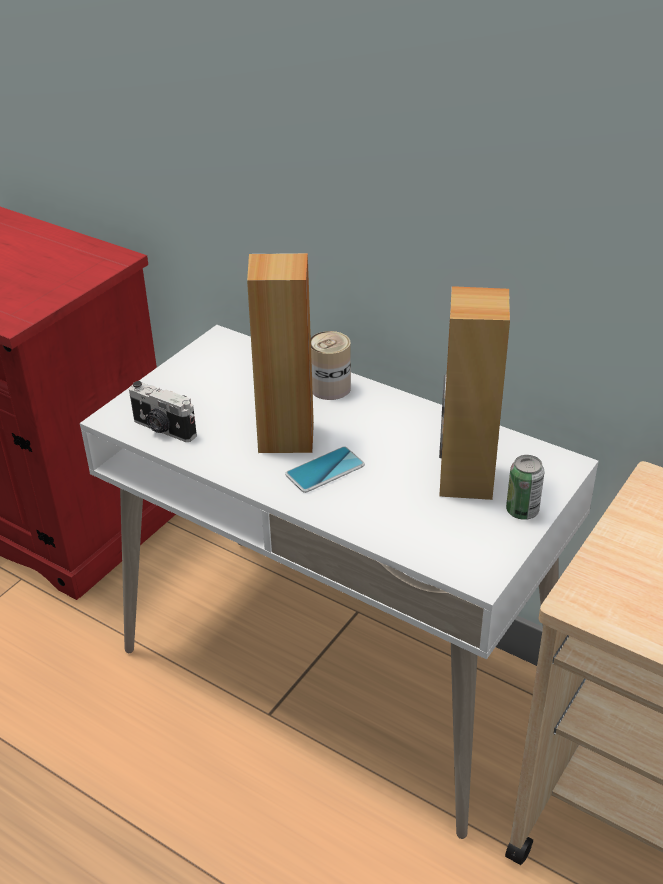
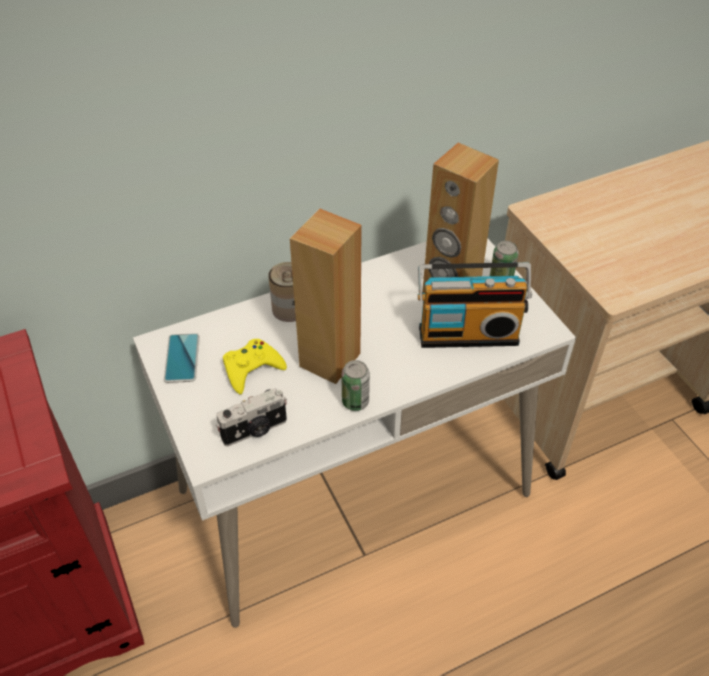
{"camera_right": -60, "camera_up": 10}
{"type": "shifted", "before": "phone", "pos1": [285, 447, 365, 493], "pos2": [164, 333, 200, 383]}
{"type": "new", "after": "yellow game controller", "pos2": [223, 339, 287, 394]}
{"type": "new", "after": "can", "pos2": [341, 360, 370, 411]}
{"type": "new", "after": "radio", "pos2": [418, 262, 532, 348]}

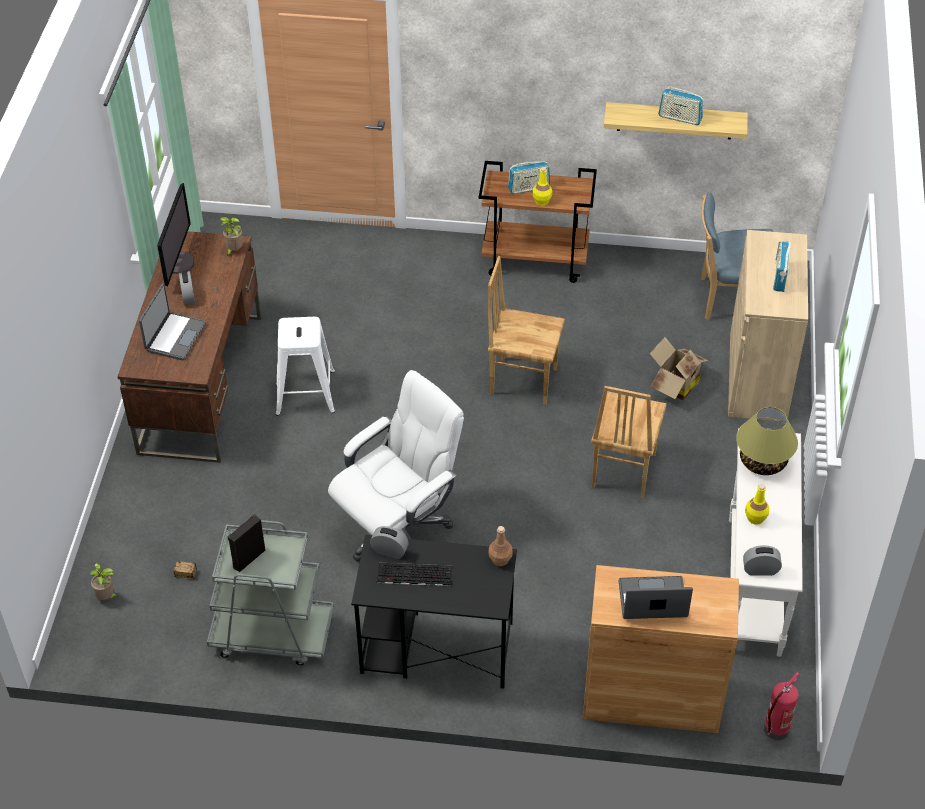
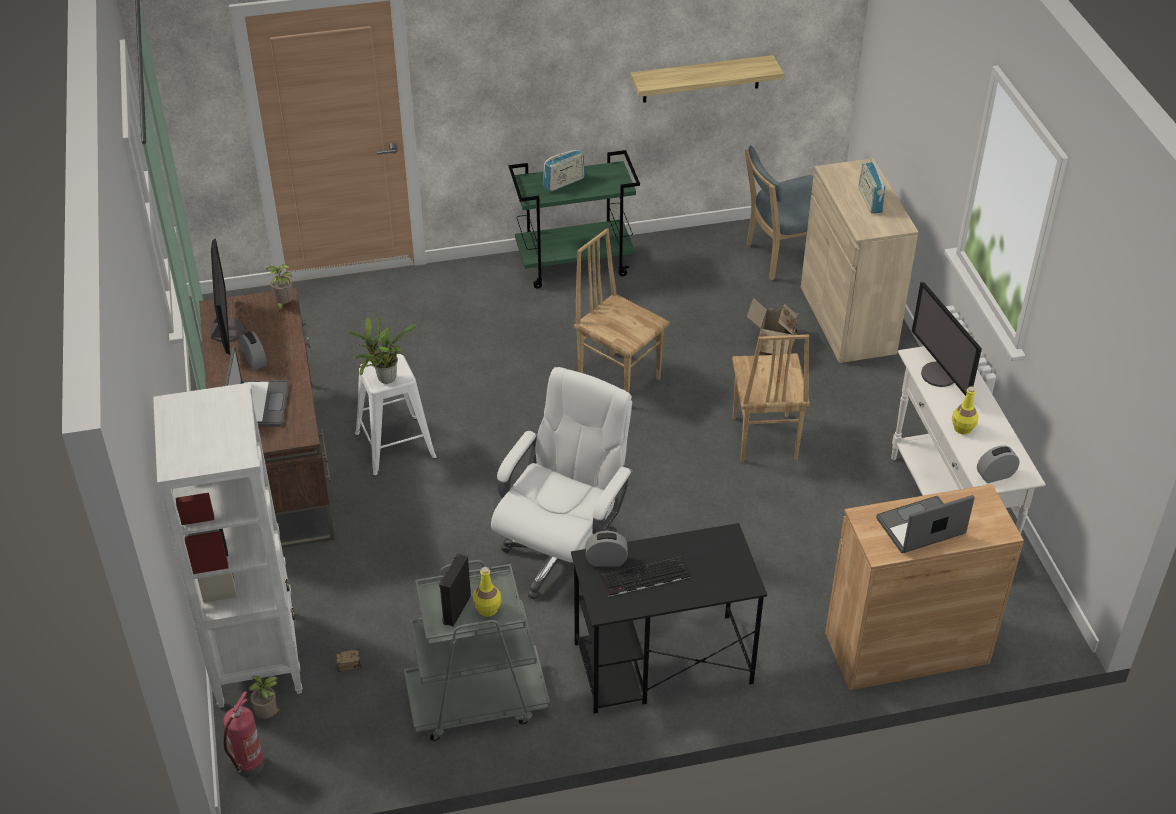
{"camera_right": -20, "camera_up": -5}
{"type": "repainted", "before": "brown cart", "after": "green cart", "pos1": [479, 161, 597, 283], "pos2": [509, 150, 640, 289]}
{"type": "rotated", "before": "brown chair", "pos1": [488, 256, 565, 405], "pos2": [574, 228, 670, 393], "turn": 45}
{"type": "gone", "before": "brown bottle", "pos1": [489, 526, 513, 566]}
{"type": "shifted", "before": "yellow bottle", "pos1": [532, 167, 552, 205], "pos2": [473, 567, 501, 617]}
{"type": "gone", "before": "radio", "pos1": [658, 86, 704, 125]}
{"type": "swapped", "before": "table lamp", "after": "monitor", "pos1": [736, 407, 798, 475], "pos2": [912, 282, 982, 396]}
{"type": "shifted", "before": "fire extinguisher", "pos1": [764, 672, 800, 740], "pos2": [223, 691, 265, 777]}
{"type": "new", "after": "white bookcase", "pos2": [153, 382, 303, 708]}
{"type": "new", "after": "potted plant", "pos2": [348, 316, 417, 384]}

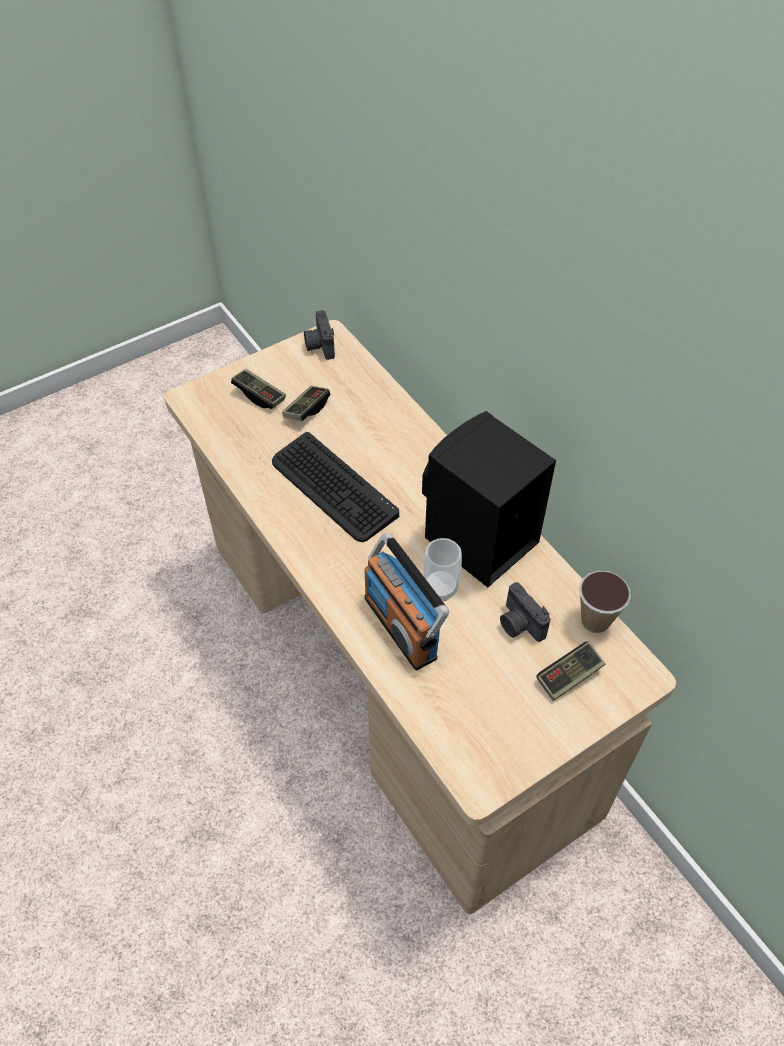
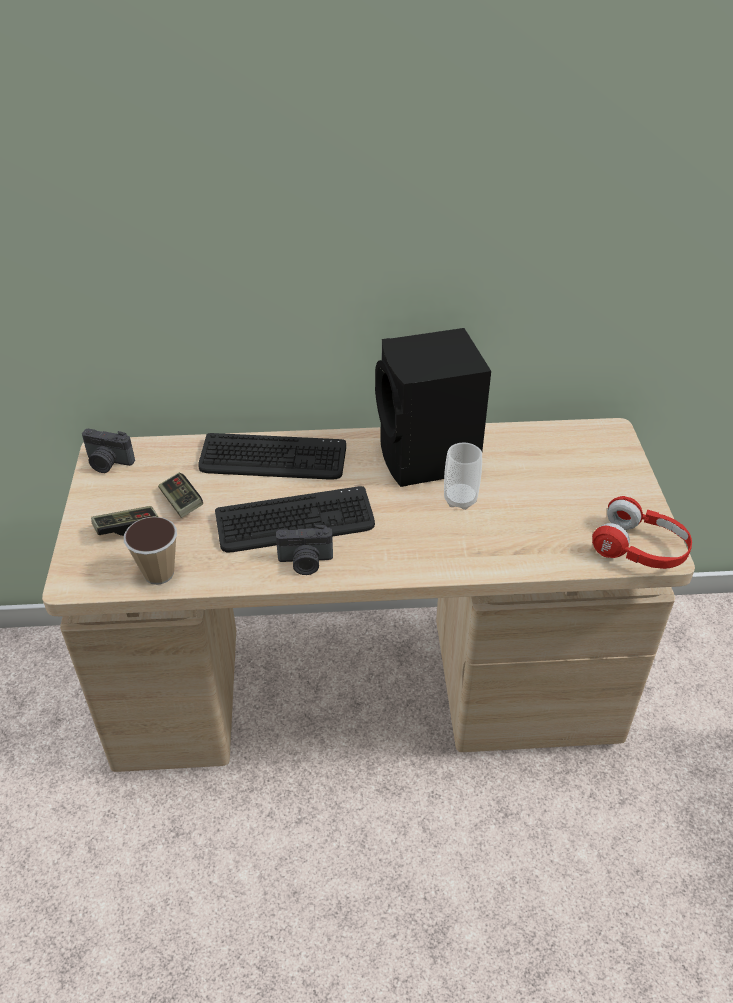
{"camera_right": -60, "camera_up": -10}
{"type": "gone", "before": "radio", "pos1": [364, 533, 449, 670]}
{"type": "shifted", "before": "photo camera", "pos1": [500, 582, 550, 642], "pos2": [276, 525, 333, 575]}
{"type": "gone", "before": "game controller", "pos1": [537, 642, 605, 701]}
{"type": "shifted", "before": "cup", "pos1": [579, 571, 631, 633], "pos2": [124, 517, 177, 585]}
{"type": "new", "after": "keyboard", "pos2": [199, 433, 346, 480]}
{"type": "new", "after": "red headphones", "pos2": [592, 496, 692, 569]}

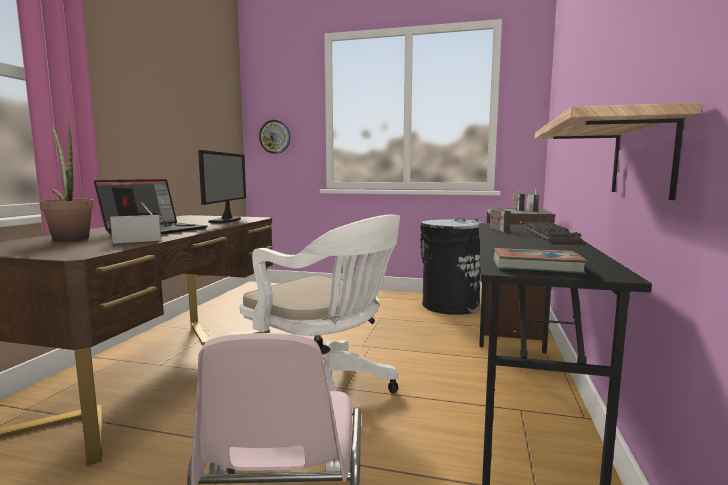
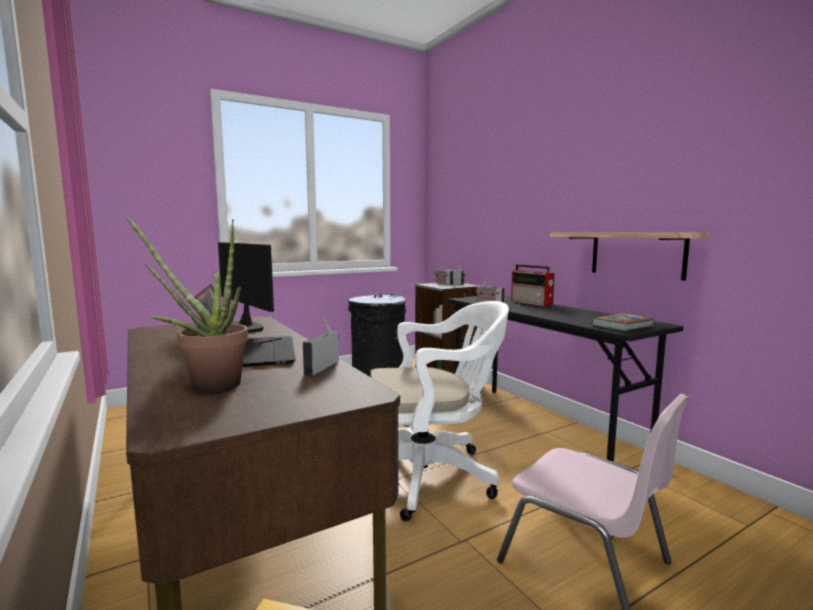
{"camera_right": -45, "camera_up": 0}
{"type": "gone", "before": "wall clock", "pos1": [259, 120, 290, 154]}
{"type": "swapped", "before": "keyboard", "after": "radio", "pos1": [523, 222, 583, 243], "pos2": [511, 264, 555, 307]}

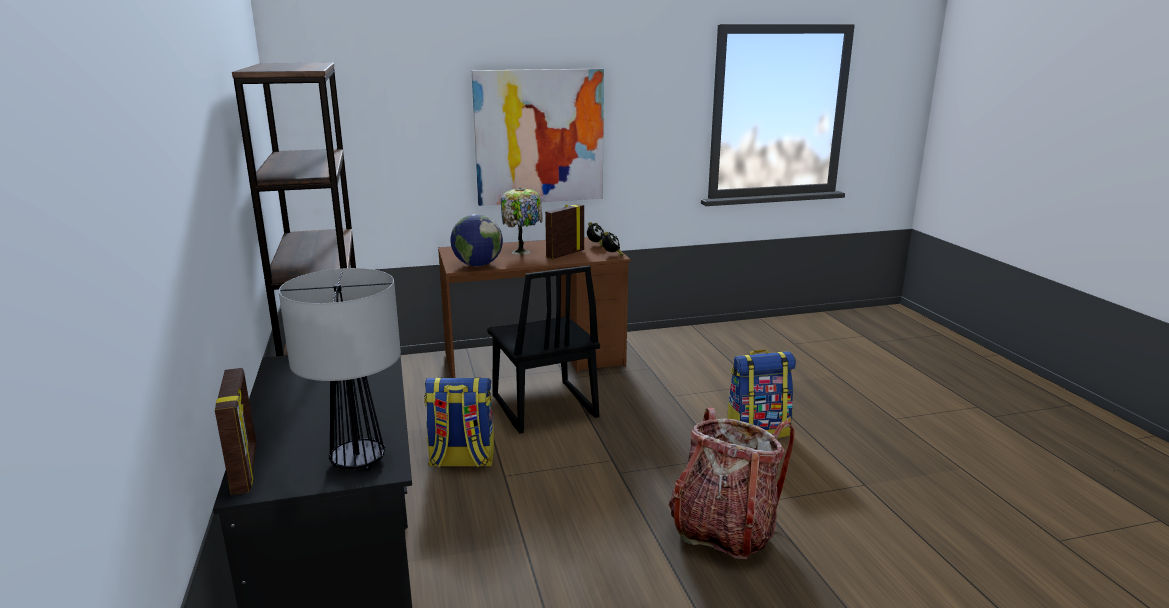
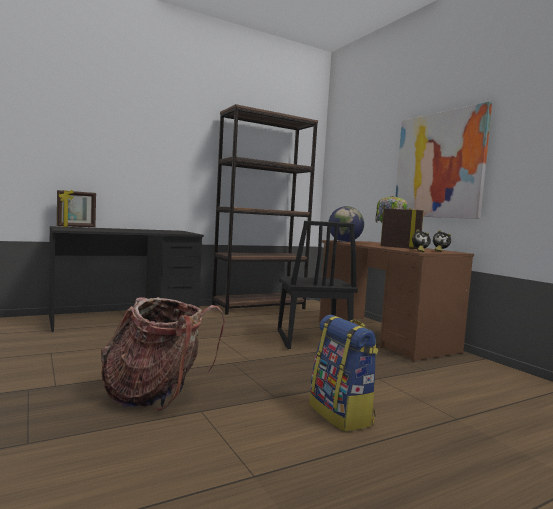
{"camera_right": 75, "camera_up": -15}
{"type": "gone", "before": "table lamp", "pos1": [278, 268, 401, 471]}
{"type": "gone", "before": "backpack", "pos1": [424, 377, 494, 467]}
{"type": "rotated", "before": "black chair", "pos1": [487, 266, 600, 434], "pos2": [278, 221, 358, 349], "turn": -60}

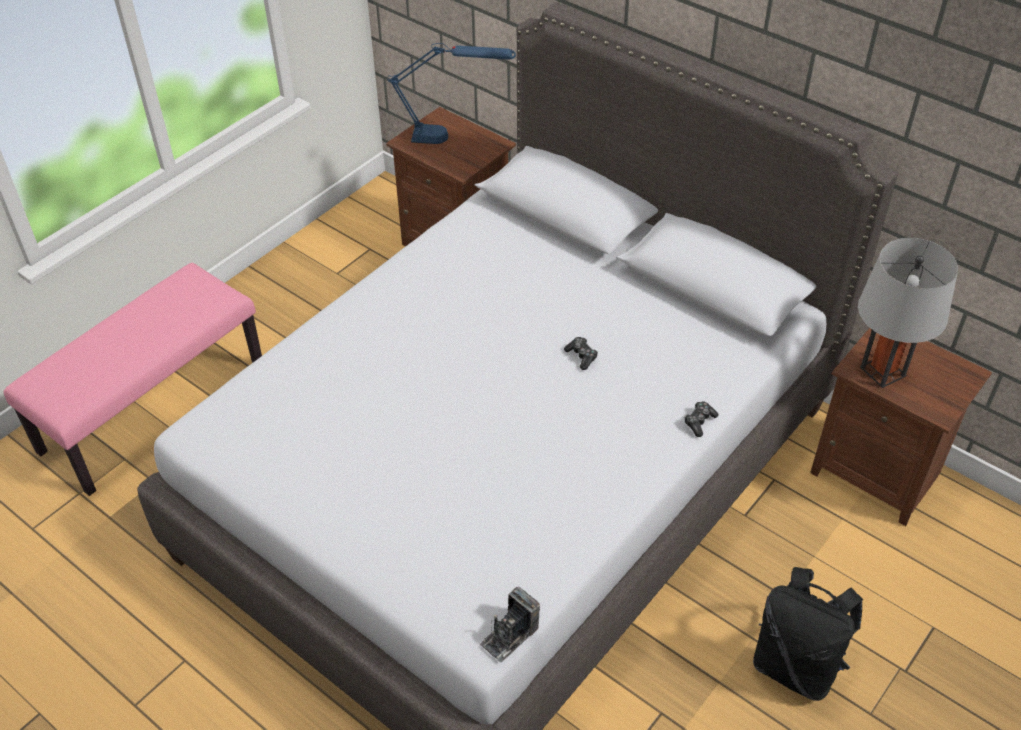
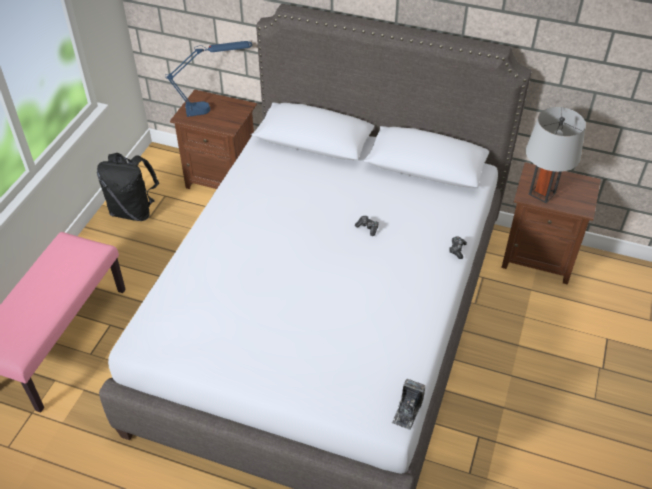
{"camera_right": -20, "camera_up": 0}
{"type": "shifted", "before": "black backpack", "pos1": [753, 567, 863, 701], "pos2": [97, 153, 159, 221]}

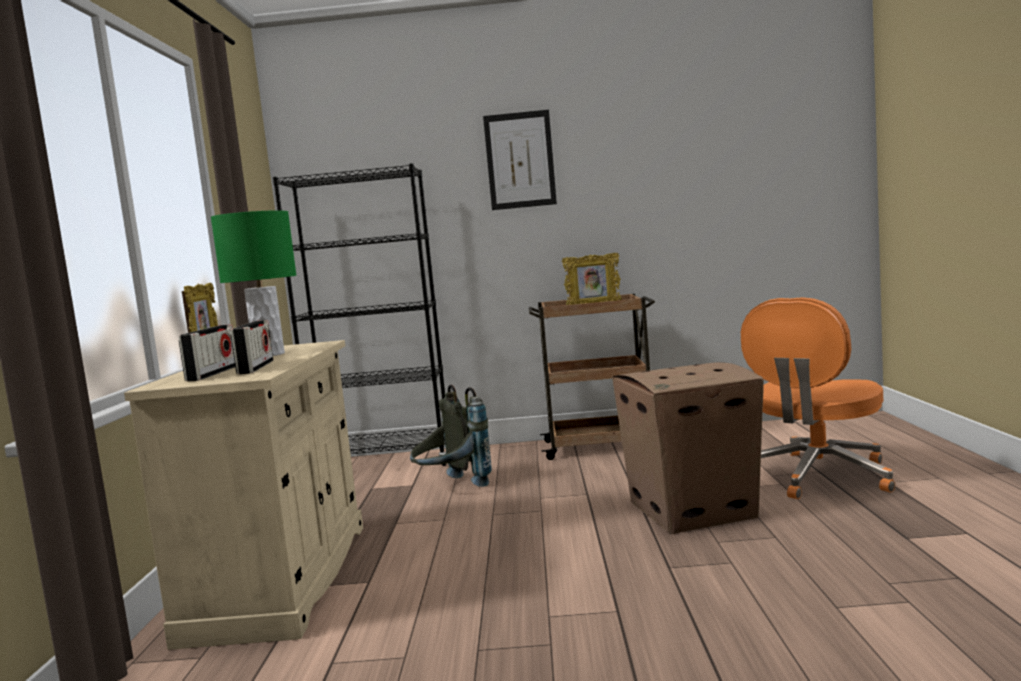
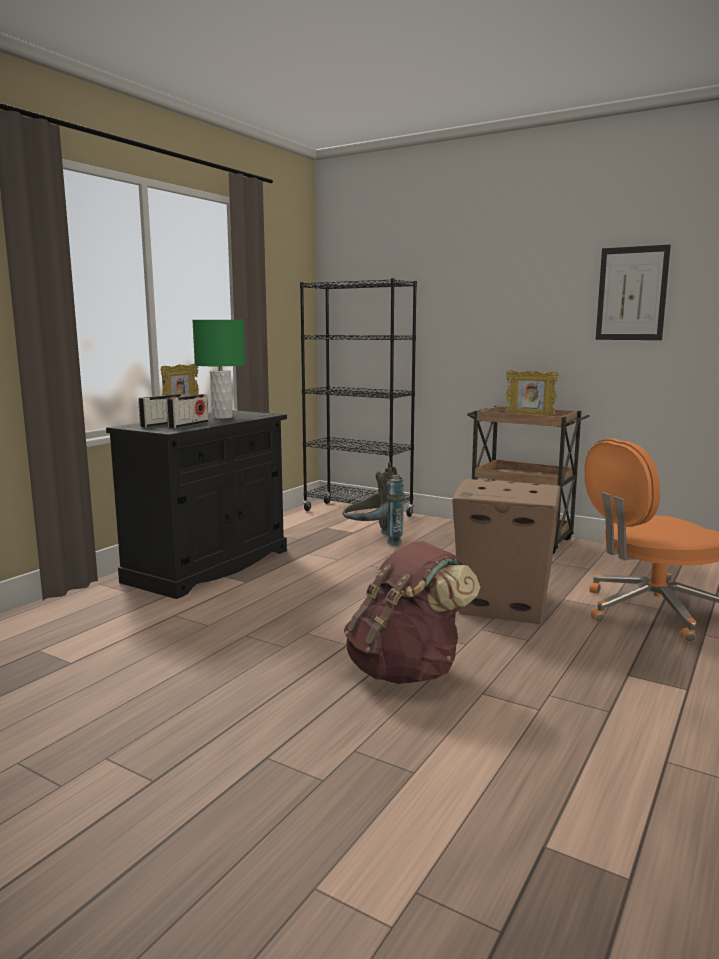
{"camera_right": 30, "camera_up": 5}
{"type": "repainted", "before": "beige cabinet", "after": "black cabinet", "pos1": [124, 340, 363, 650], "pos2": [106, 410, 287, 599]}
{"type": "shifted", "before": "picture", "pos1": [483, 110, 557, 210], "pos2": [596, 245, 671, 340]}
{"type": "new", "after": "brown backpack", "pos2": [344, 541, 480, 684]}

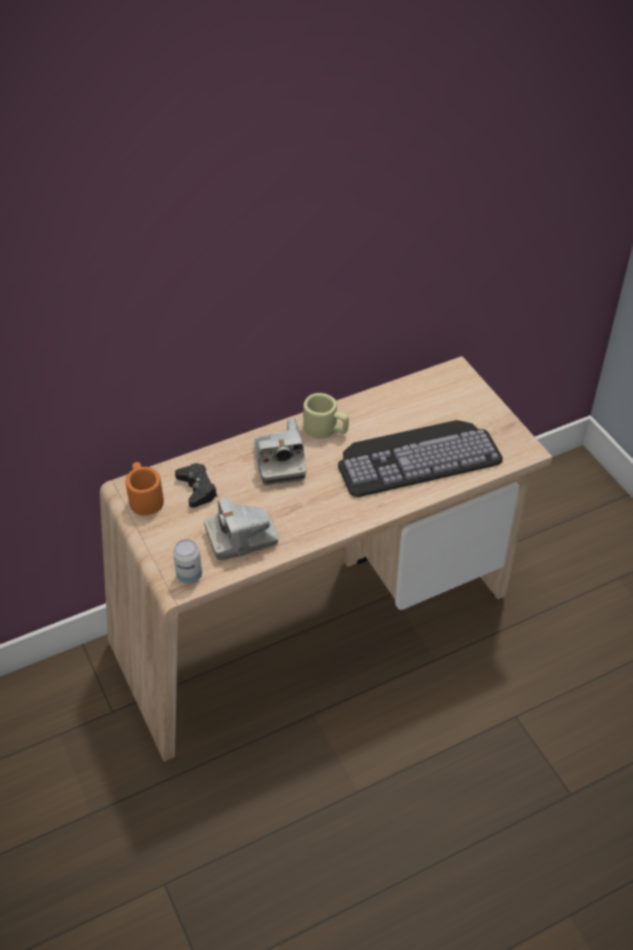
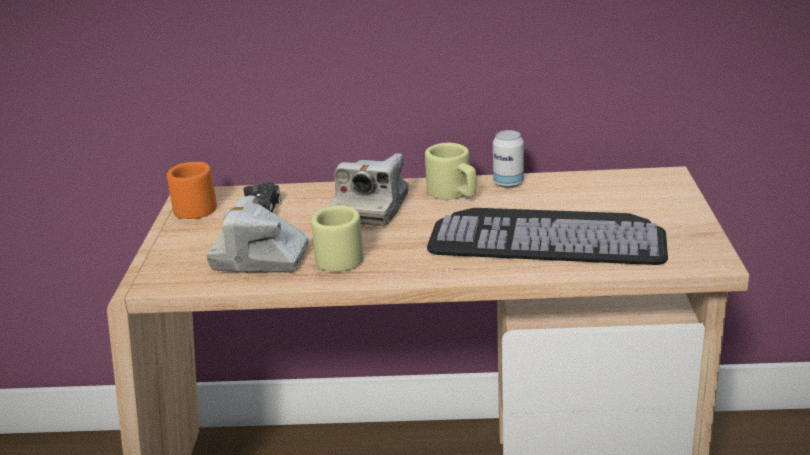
{"camera_right": 30, "camera_up": -20}
{"type": "shifted", "before": "can", "pos1": [173, 539, 202, 584], "pos2": [493, 130, 524, 188]}
{"type": "new", "after": "beige mug", "pos2": [311, 205, 364, 271]}

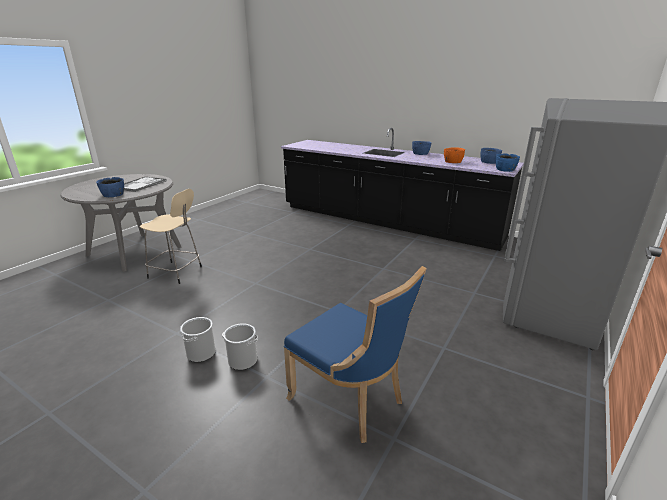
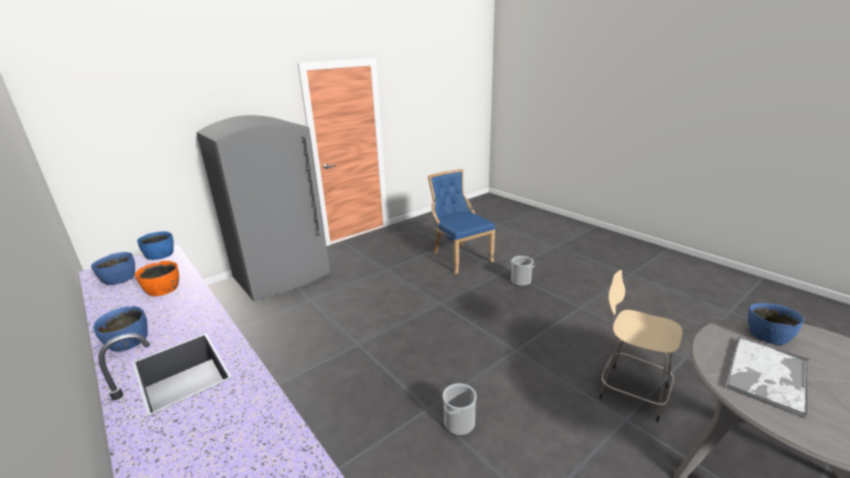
{"camera_right": -160, "camera_up": 0}
{"type": "shifted", "before": "bucket", "pos1": [180, 317, 216, 362], "pos2": [443, 383, 477, 436]}

